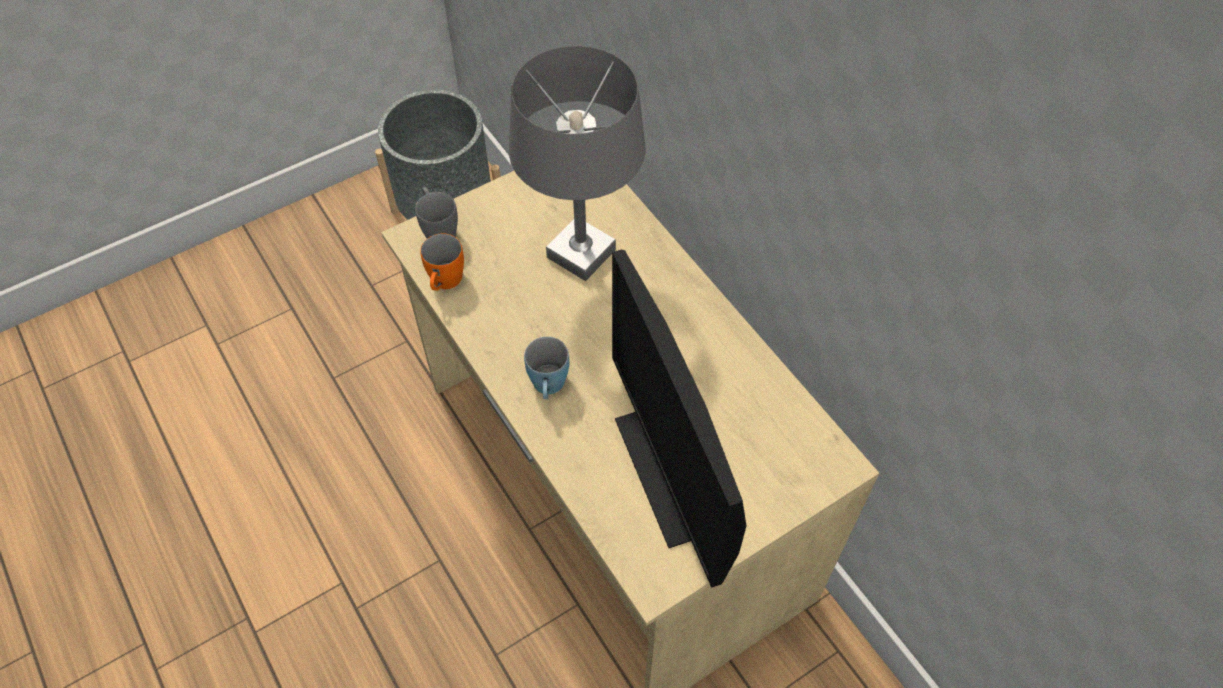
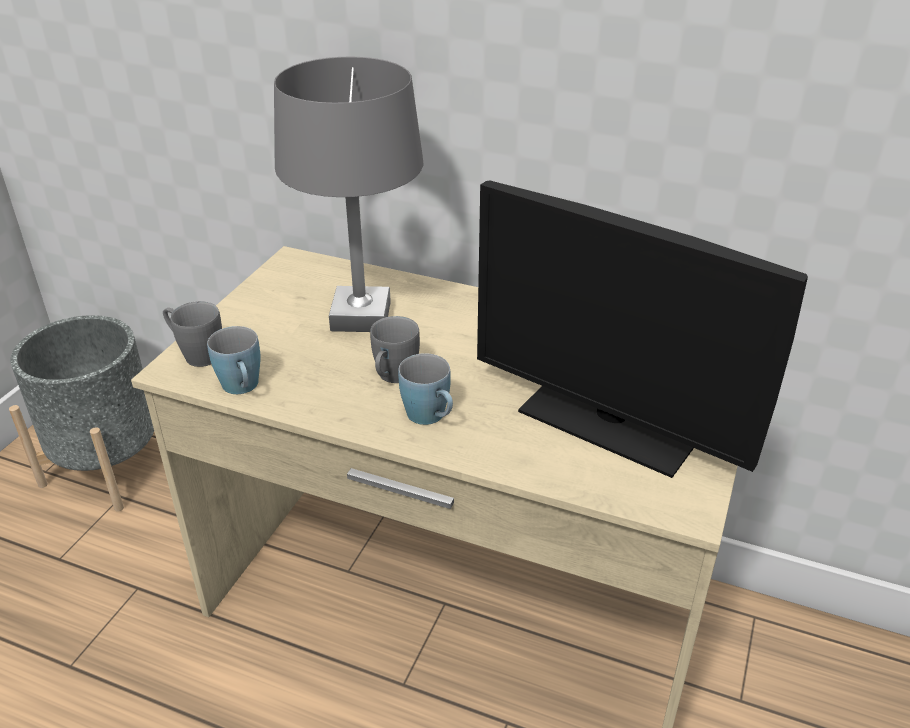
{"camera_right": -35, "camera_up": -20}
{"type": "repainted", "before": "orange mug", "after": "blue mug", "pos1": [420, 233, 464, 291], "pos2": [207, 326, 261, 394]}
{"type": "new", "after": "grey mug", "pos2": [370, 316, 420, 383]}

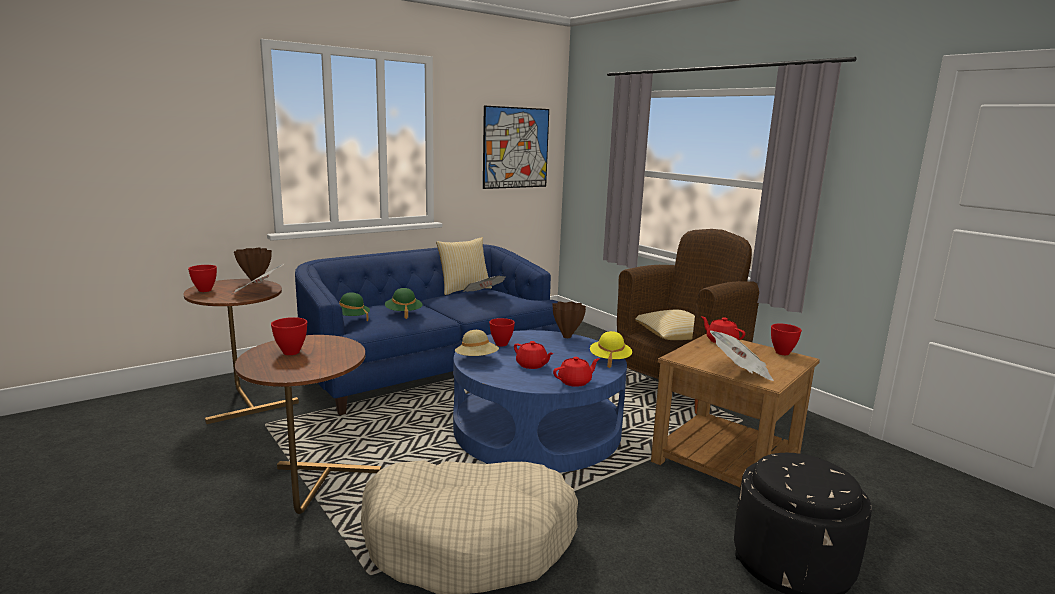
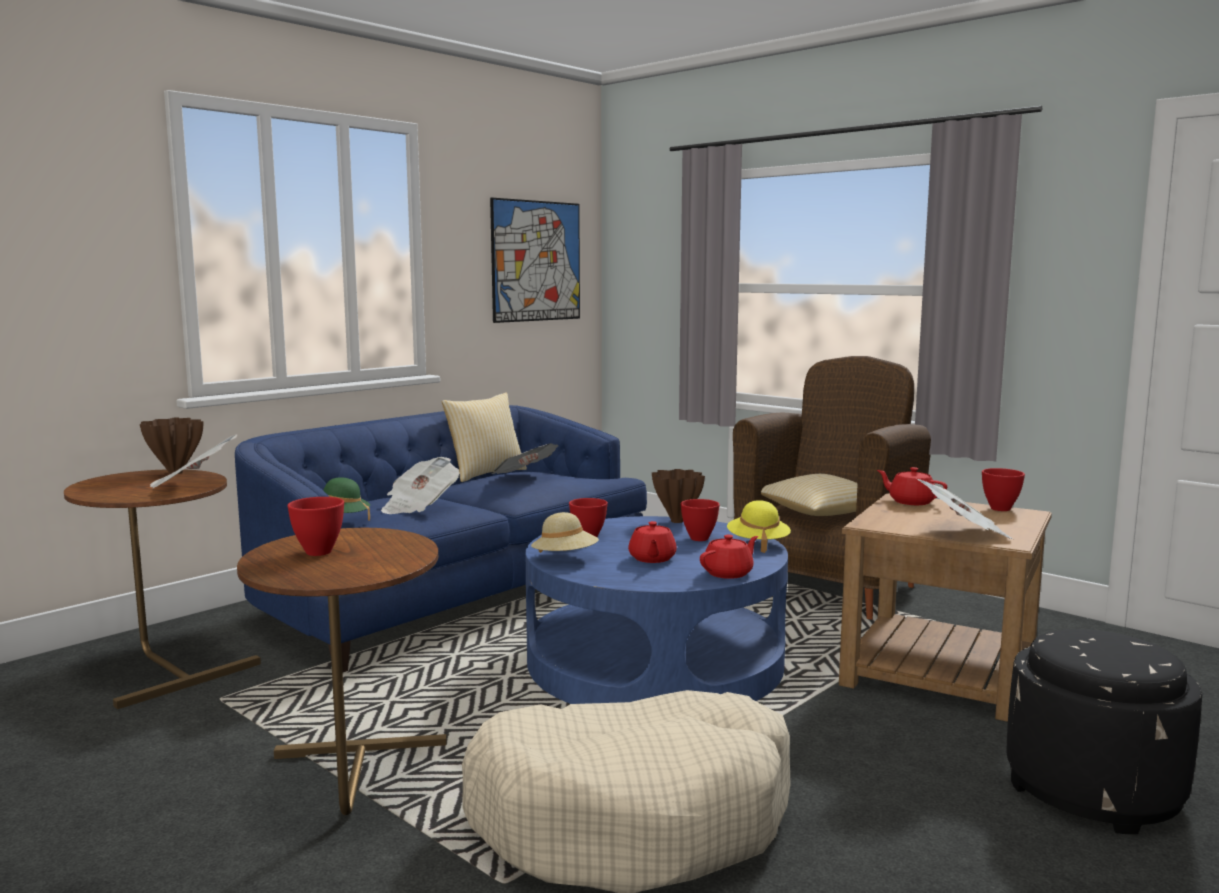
{"camera_right": -10, "camera_up": -5}
{"type": "shifted", "before": "red bowl", "pos1": [188, 265, 217, 292], "pos2": [681, 499, 720, 541]}
{"type": "swapped", "before": "green hat", "after": "newspaper", "pos1": [385, 288, 422, 319], "pos2": [381, 457, 459, 514]}
{"type": "rotated", "before": "red teapot", "pos1": [514, 341, 554, 369], "pos2": [628, 521, 677, 563], "turn": 60}

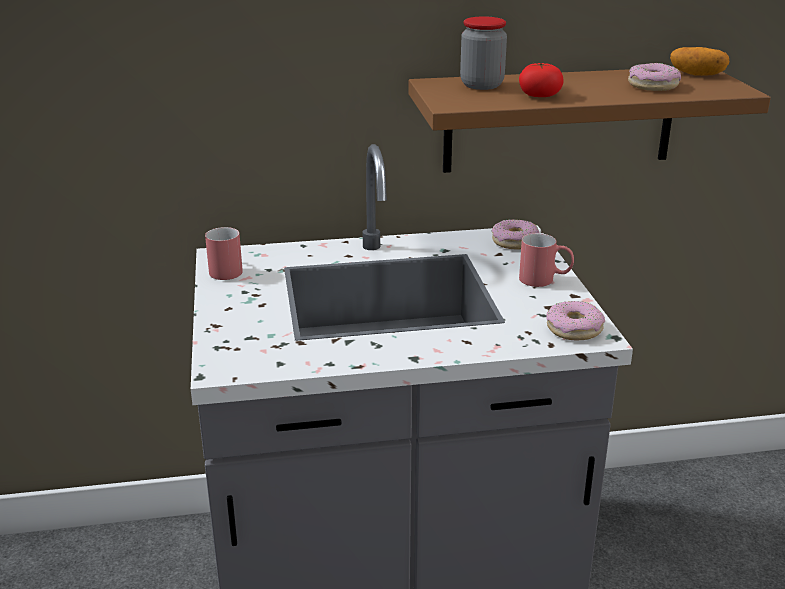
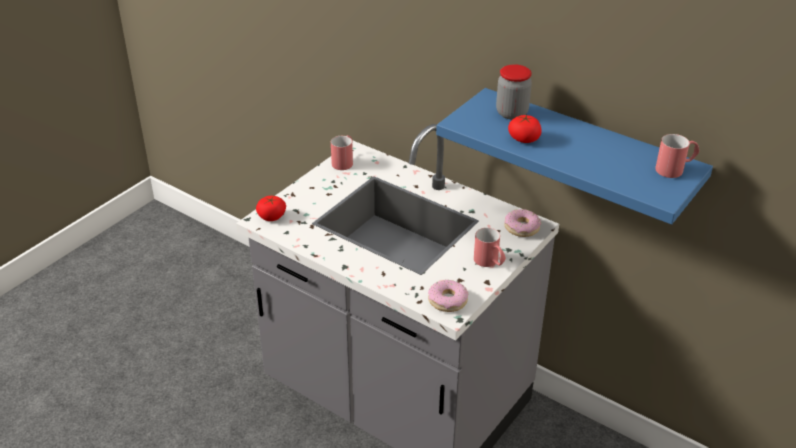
{"camera_right": 45, "camera_up": 10}
{"type": "repainted", "before": "brown shelf", "after": "blue shelf", "pos1": [409, 69, 771, 173], "pos2": [436, 88, 713, 224]}
{"type": "gone", "before": "donut", "pos1": [628, 63, 681, 91]}
{"type": "swapped", "before": "potato", "after": "red mug", "pos1": [670, 47, 729, 76], "pos2": [655, 134, 699, 178]}
{"type": "new", "after": "tomato", "pos2": [256, 196, 286, 221]}

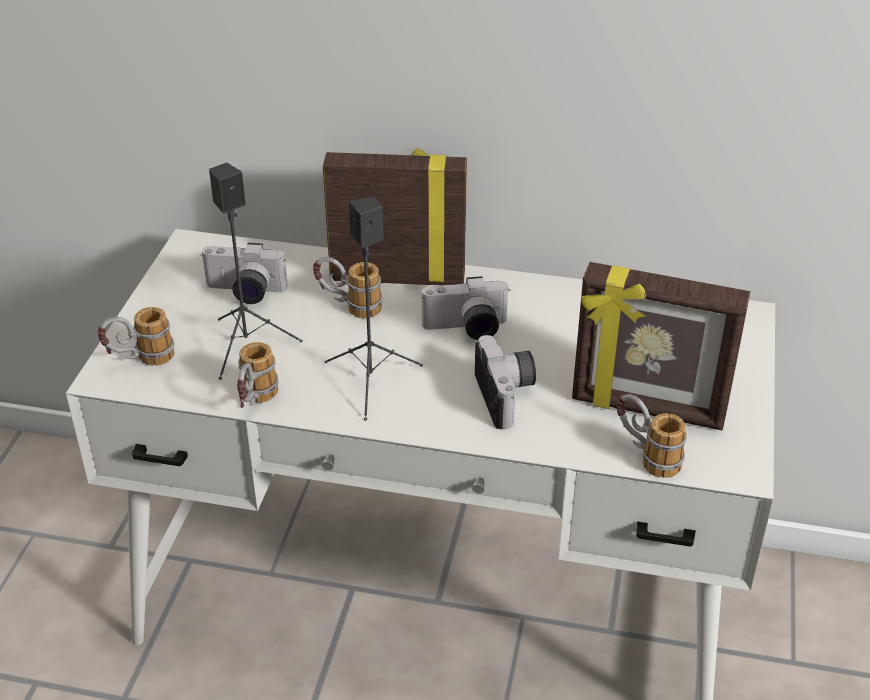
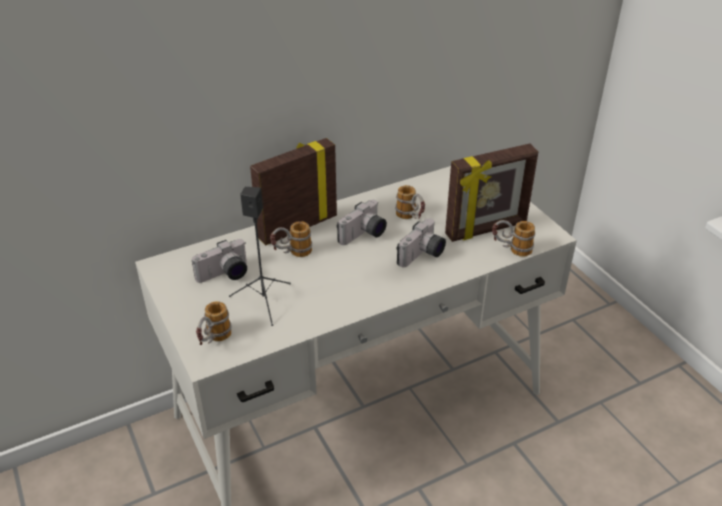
{"camera_right": -40, "camera_up": 0}
{"type": "shifted", "before": "mug", "pos1": [237, 342, 279, 408], "pos2": [395, 185, 425, 219]}
{"type": "gone", "before": "black speaker", "pos1": [324, 196, 423, 421]}
{"type": "rotated", "before": "photo camera", "pos1": [475, 335, 536, 429], "pos2": [396, 218, 446, 267], "turn": 90}

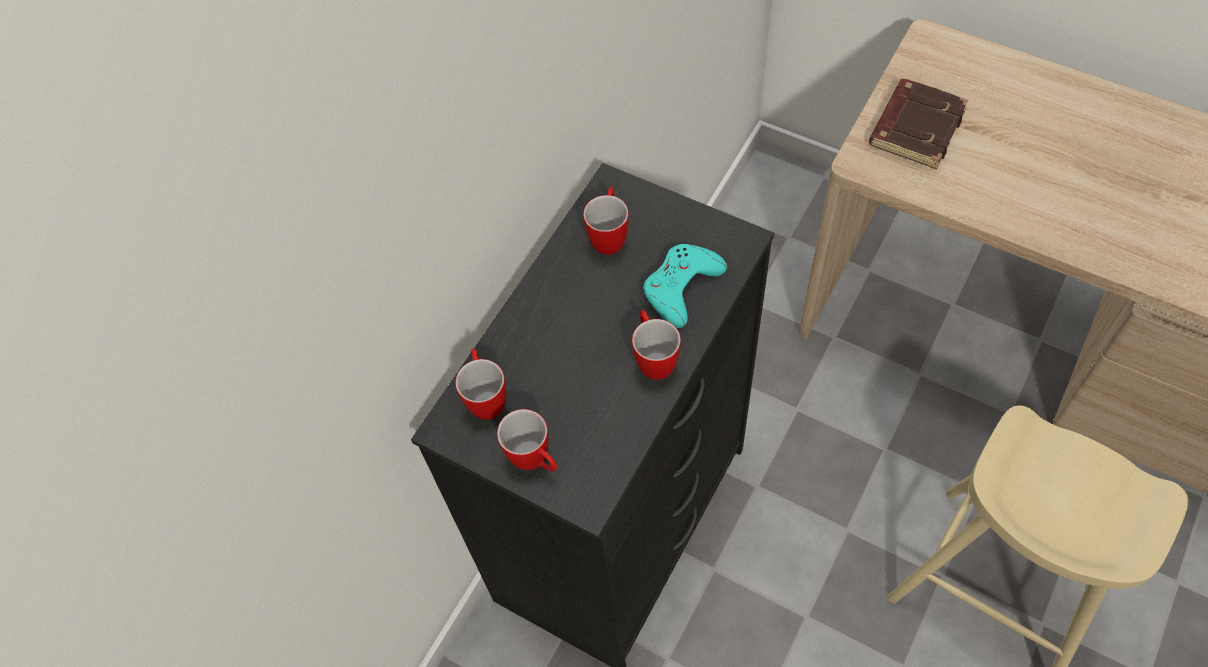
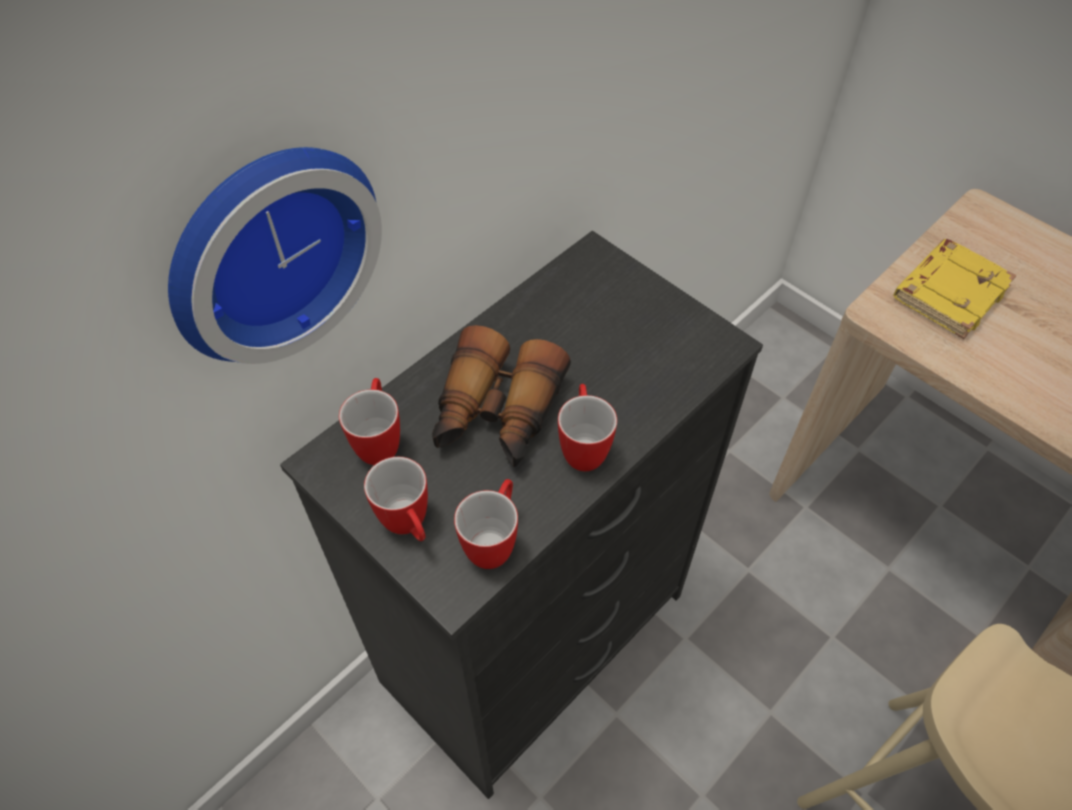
{"camera_right": 10, "camera_up": -5}
{"type": "shifted", "before": "mug", "pos1": [583, 187, 629, 255], "pos2": [454, 479, 518, 569]}
{"type": "gone", "before": "turquoise game controller", "pos1": [643, 244, 727, 328]}
{"type": "repainted", "before": "brown book", "after": "yellow book", "pos1": [869, 79, 969, 169], "pos2": [893, 239, 1017, 339]}
{"type": "new", "after": "wall clock", "pos2": [168, 147, 382, 364]}
{"type": "new", "after": "binoculars", "pos2": [432, 325, 571, 467]}

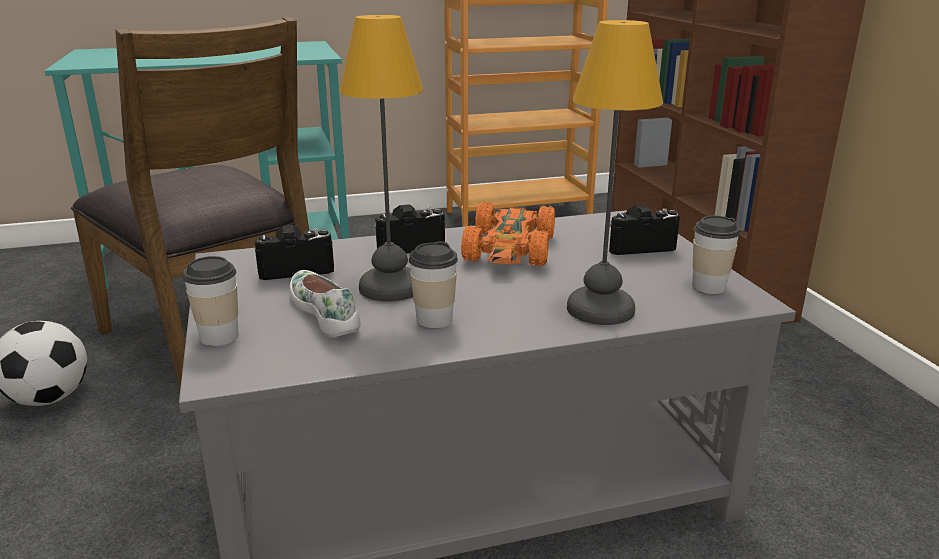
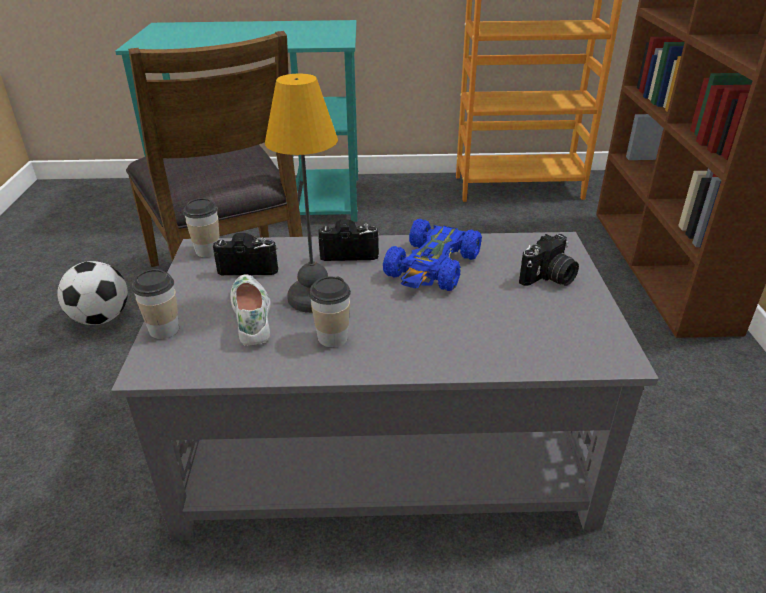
{"camera_right": 15, "camera_up": 10}
{"type": "repainted", "before": "orange toy car", "after": "blue toy car", "pos1": [461, 202, 555, 266], "pos2": [383, 219, 482, 291]}
{"type": "gone", "before": "table lamp", "pos1": [567, 20, 663, 325]}
{"type": "rotated", "before": "photo camera", "pos1": [609, 205, 680, 255], "pos2": [519, 234, 579, 286], "turn": 135}
{"type": "shifted", "before": "cup", "pos1": [692, 215, 740, 294], "pos2": [183, 198, 220, 257]}

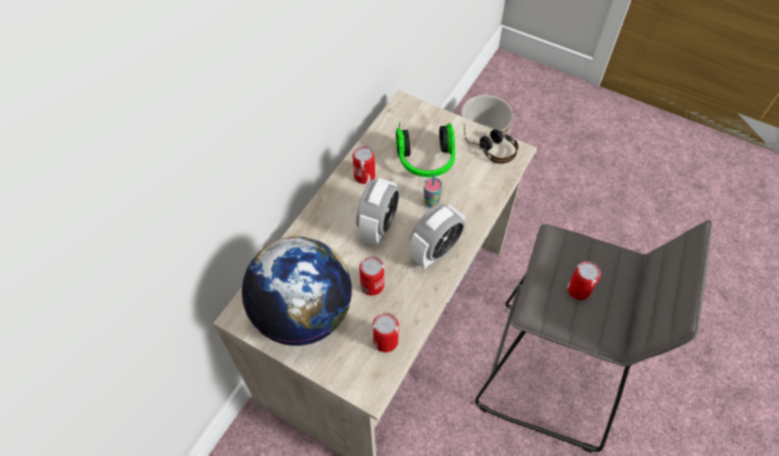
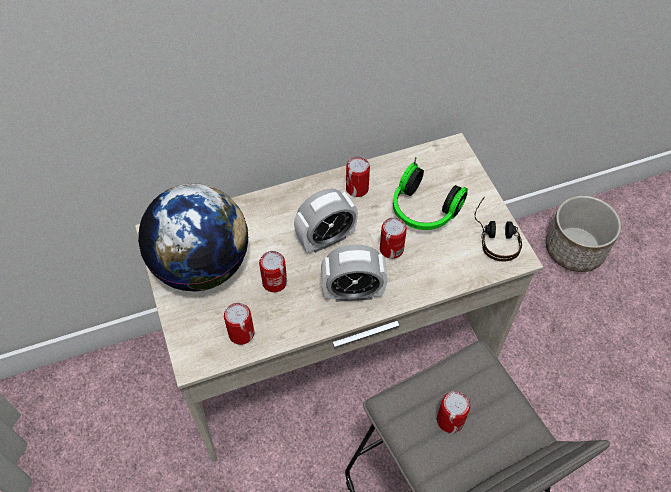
{"camera_right": 40, "camera_up": 0}
{"type": "swapped", "before": "cup", "after": "can", "pos1": [423, 174, 443, 208], "pos2": [380, 217, 407, 259]}

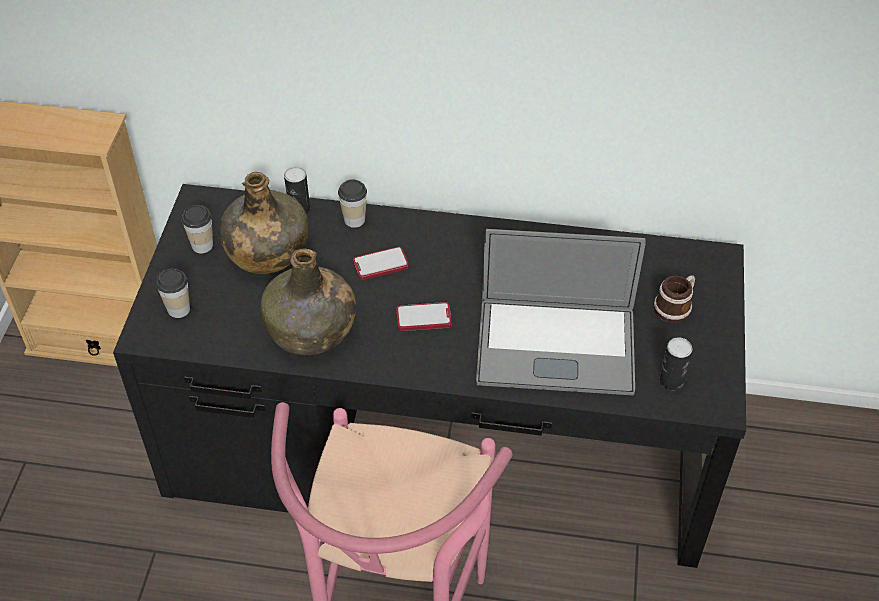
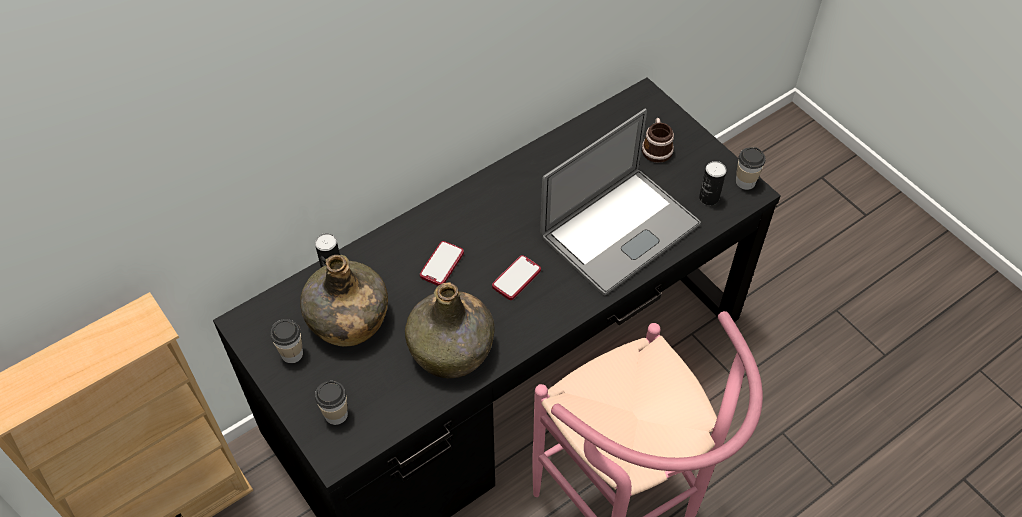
{"camera_right": -45, "camera_up": 5}
{"type": "shifted", "before": "cup", "pos1": [338, 179, 367, 228], "pos2": [736, 147, 766, 190]}

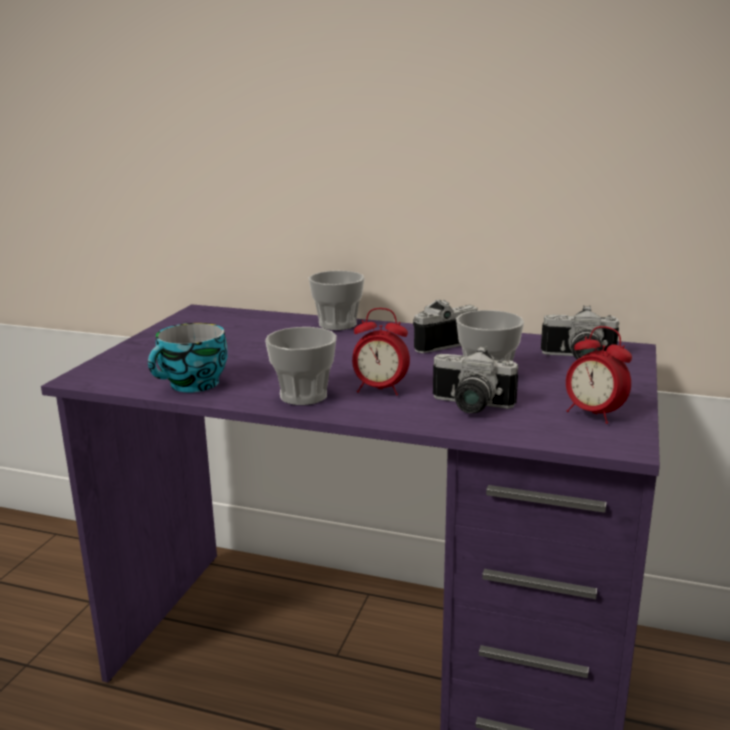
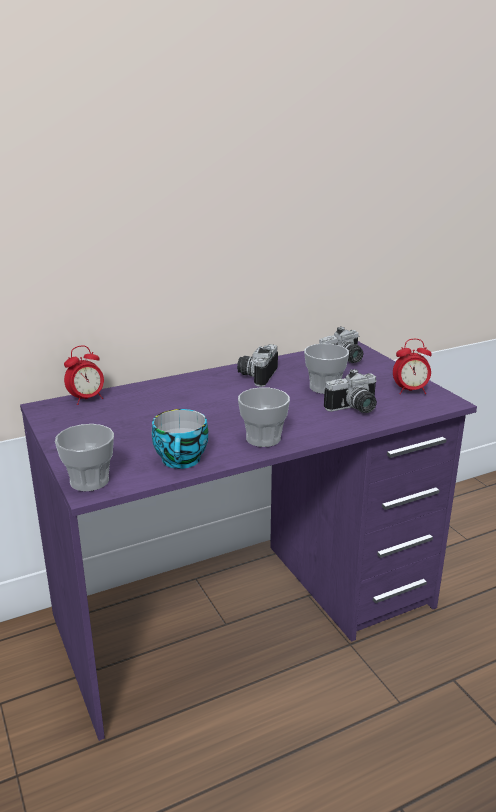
{"camera_right": -45, "camera_up": 5}
{"type": "shifted", "before": "cup", "pos1": [309, 271, 364, 330], "pos2": [55, 424, 114, 491]}
{"type": "shifted", "before": "alarm clock", "pos1": [352, 308, 410, 396], "pos2": [64, 346, 104, 405]}

